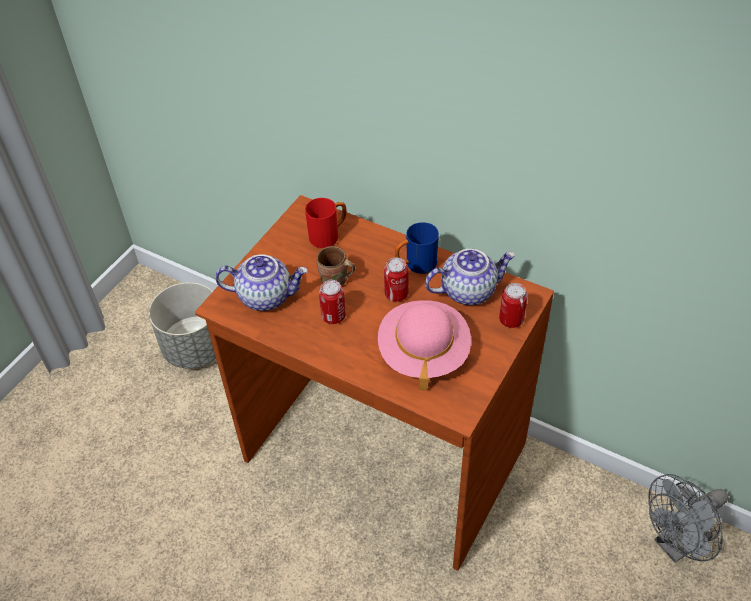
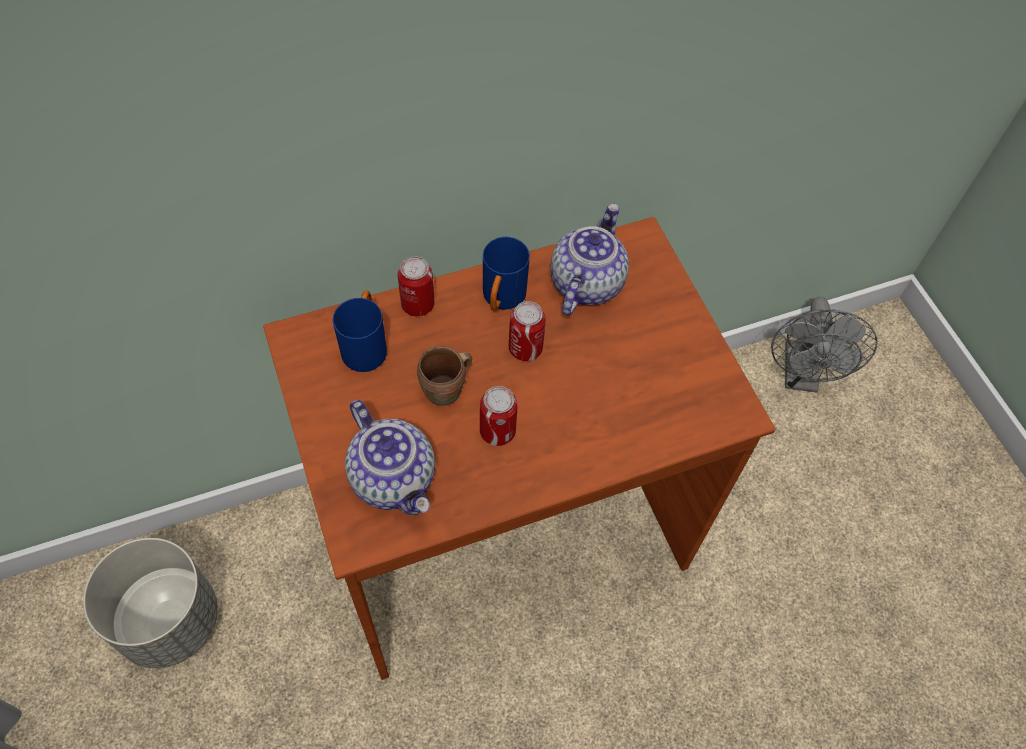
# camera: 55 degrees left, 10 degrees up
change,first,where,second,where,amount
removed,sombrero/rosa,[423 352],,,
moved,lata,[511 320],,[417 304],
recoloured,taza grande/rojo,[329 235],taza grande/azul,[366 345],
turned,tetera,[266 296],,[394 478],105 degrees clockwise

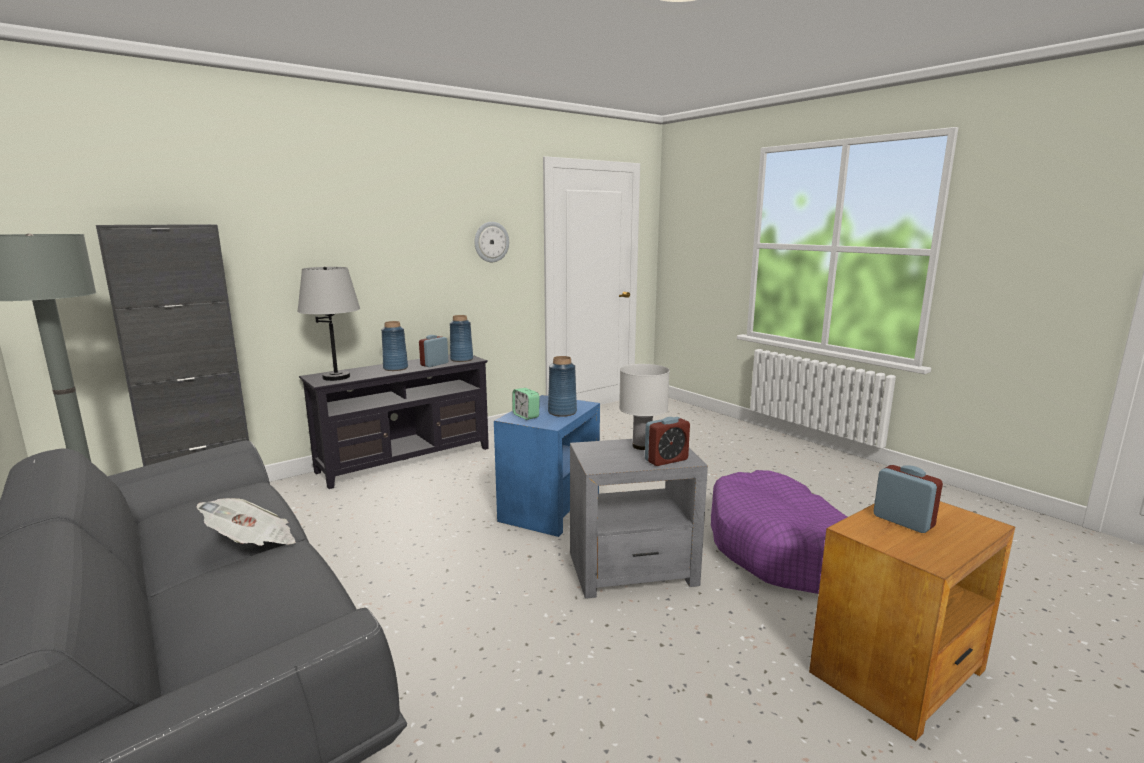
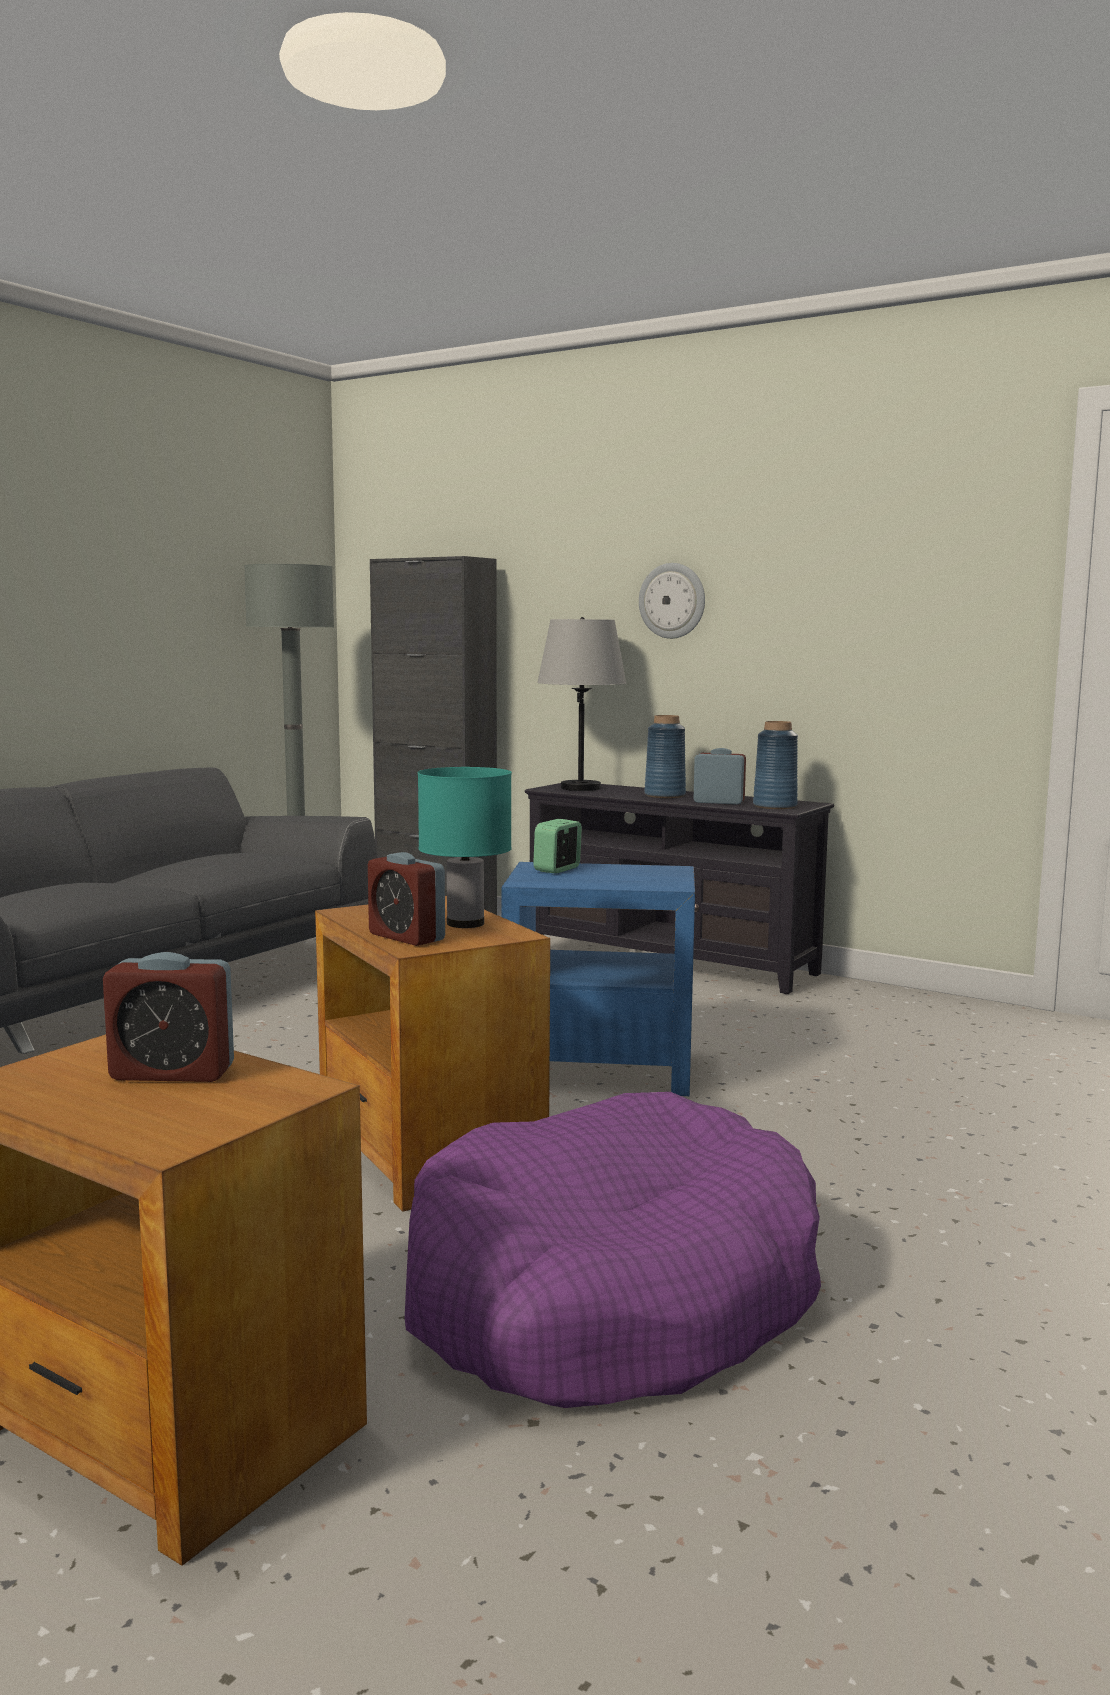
# camera: 70 degrees right, 5 degrees down
change,first,where,second,where,amount
removed,periódico,[253 543],,,
removed,florero/azul,[562 412],,,
moved,reloj de pared,[491 242],,[672 601],
recoloured,mesa auxiliar/gris,[633 569],mesa auxiliar/marrón,[429 1152],
recoloured,lámpara de mesa/blanco,[642 446],lámpara de mesa/turquesa,[465 924],
turned,despertador,[903 521],,[172 1073],60 degrees clockwise

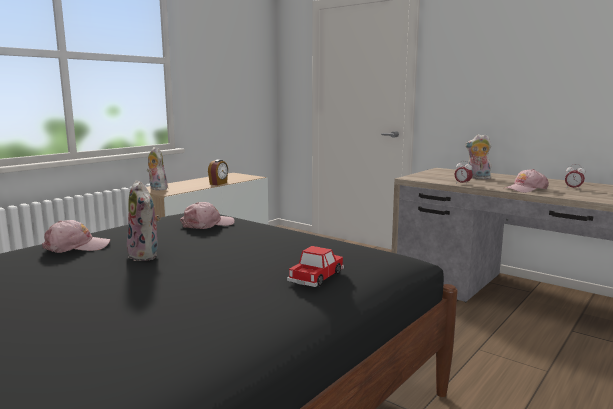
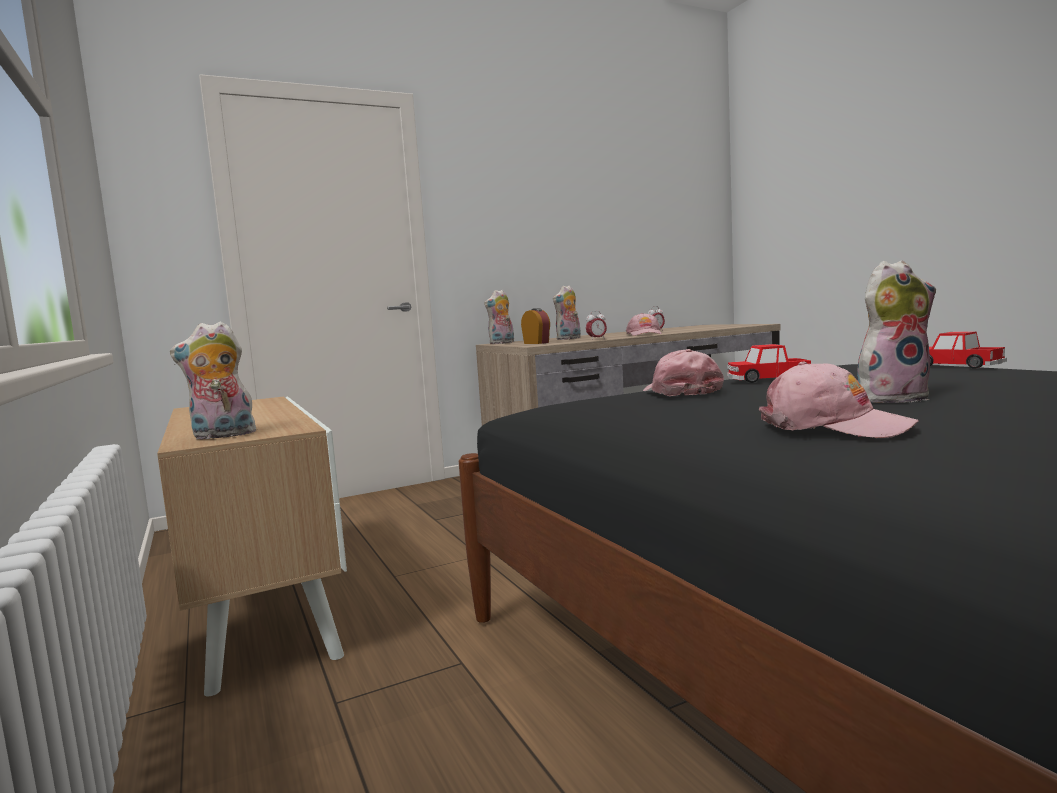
# camera: 65 degrees left, 5 degrees down
change,first,where,second,where,amount
added,,,peluche,[502 343],
added,,,coche de juguete,[768 379],
moved,despertador,[218 183],,[537 343],
turned,gorra/rosa,[76 246],,[833 426],120 degrees clockwise

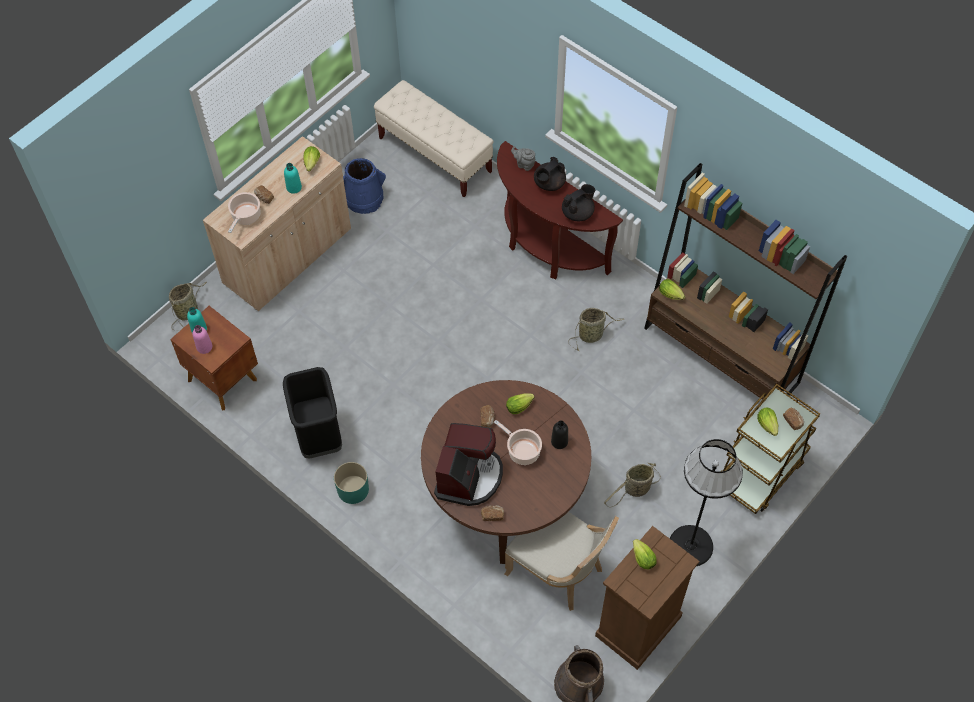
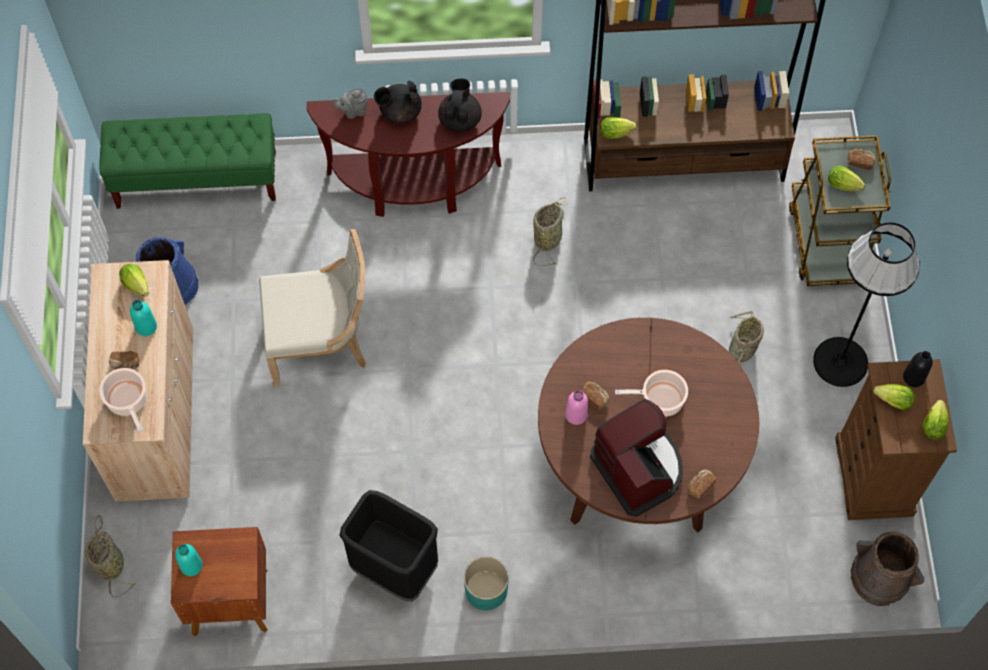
# camera: 45 degrees left, 5 degrees up
change,first,where,second,where,amount
moved,botella/rosa,[204 347],,[576 415],
moved,silla/beis,[559 571],,[321 342],
moved,lechuga,[520 406],,[934 423],
moved,botella/negro,[559 442],,[914 377],
recoloured,banco/beis,[435 155],banco/verde,[197 180],
turned,tetera/negro,[549 184],,[399 112],75 degrees clockwise

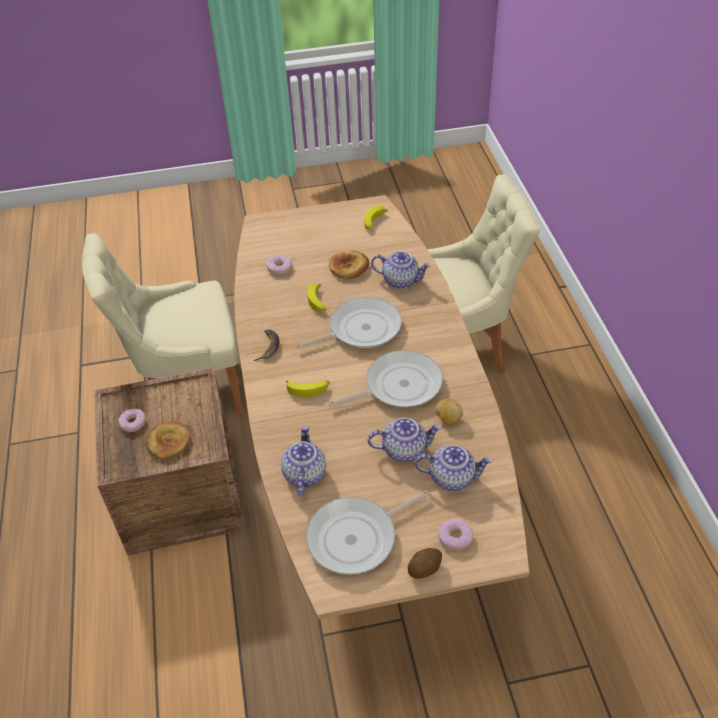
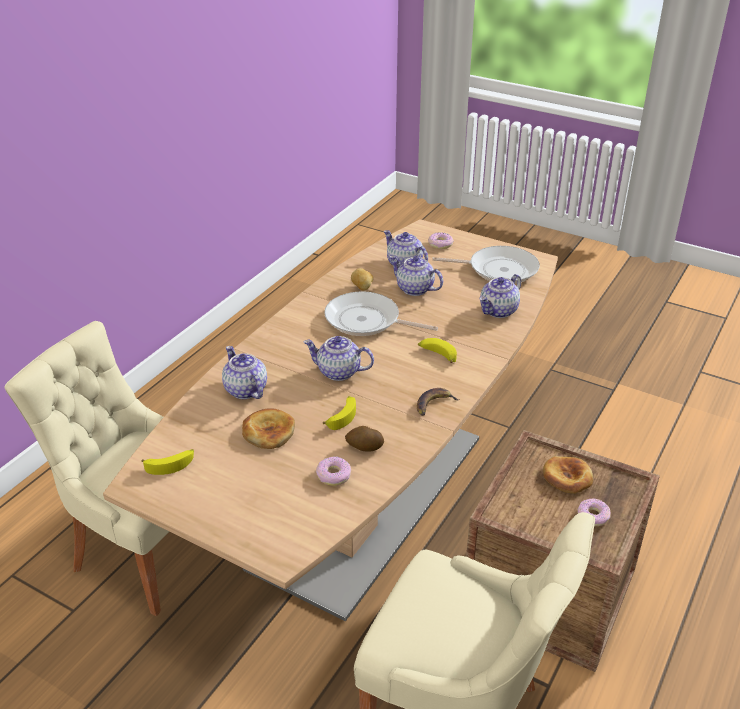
# camera: 140 degrees left, 10 degrees down
change,first,where,second,where,amount
moved,patata,[424 568],,[364 447],
replaced,sartén,[360 329],tetera,[338 372],

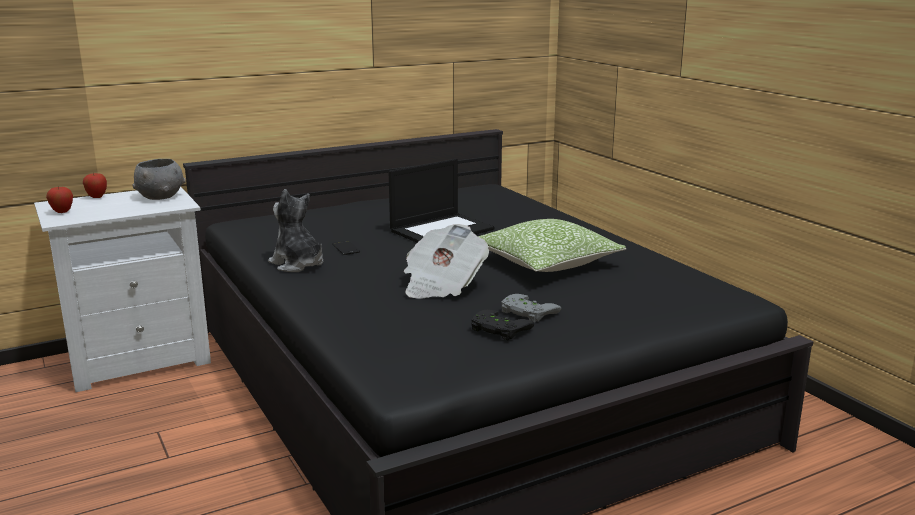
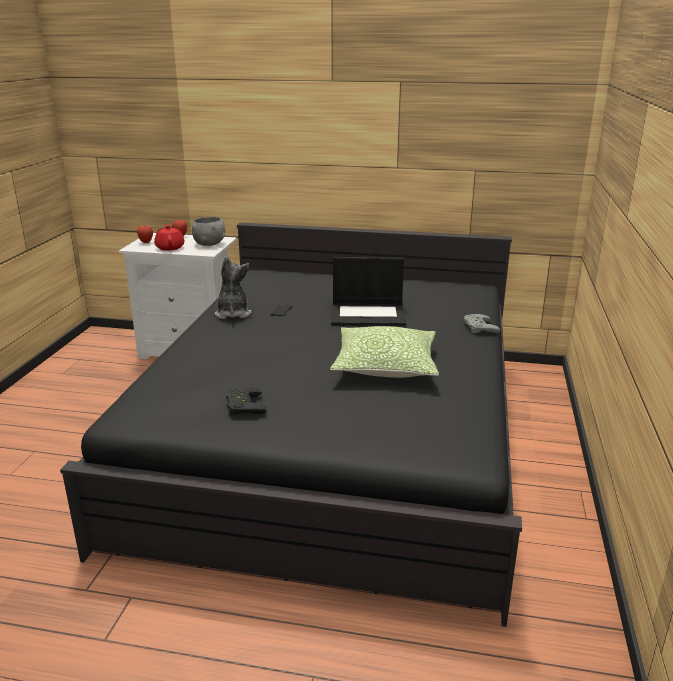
# camera: 40 degrees right, 5 degrees up
change,first,where,second,where,amount
removed,periódico,[442 285],,,
added,,,tetera/rojo,[170 247],
moved,mando de consola/gris,[526 312],,[477 327],

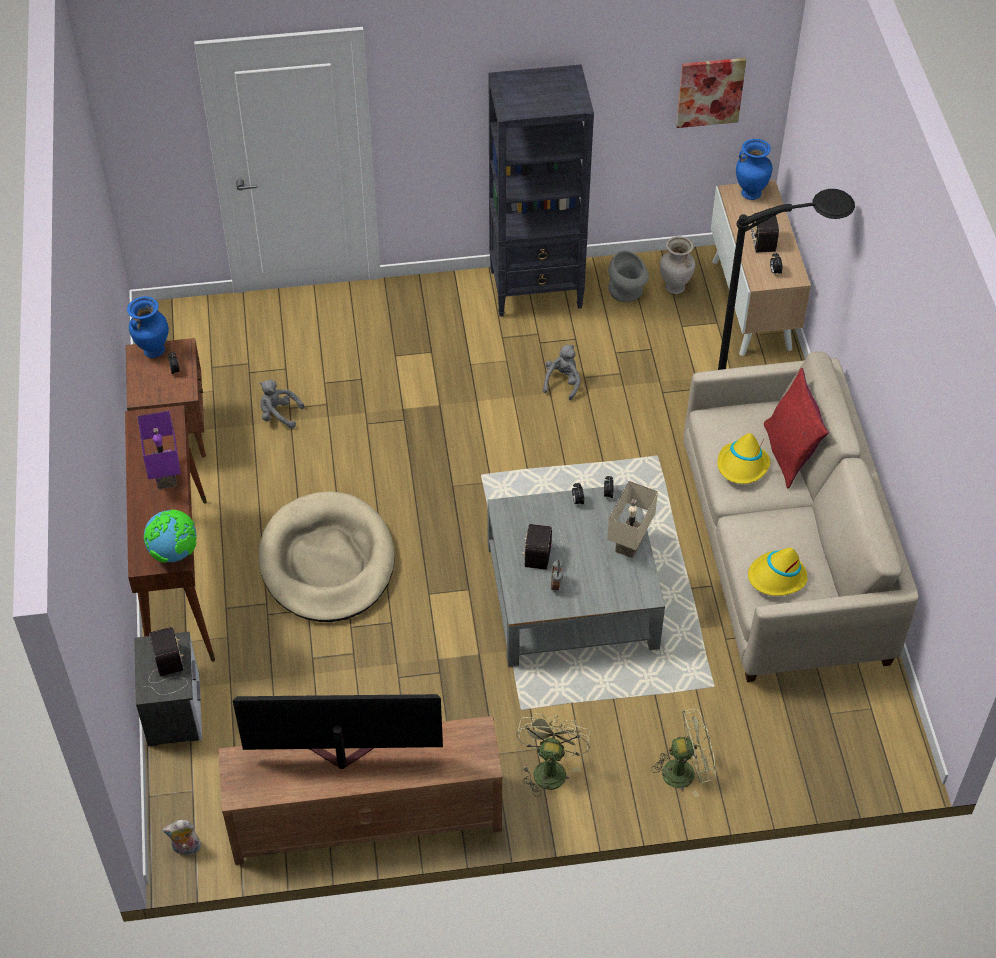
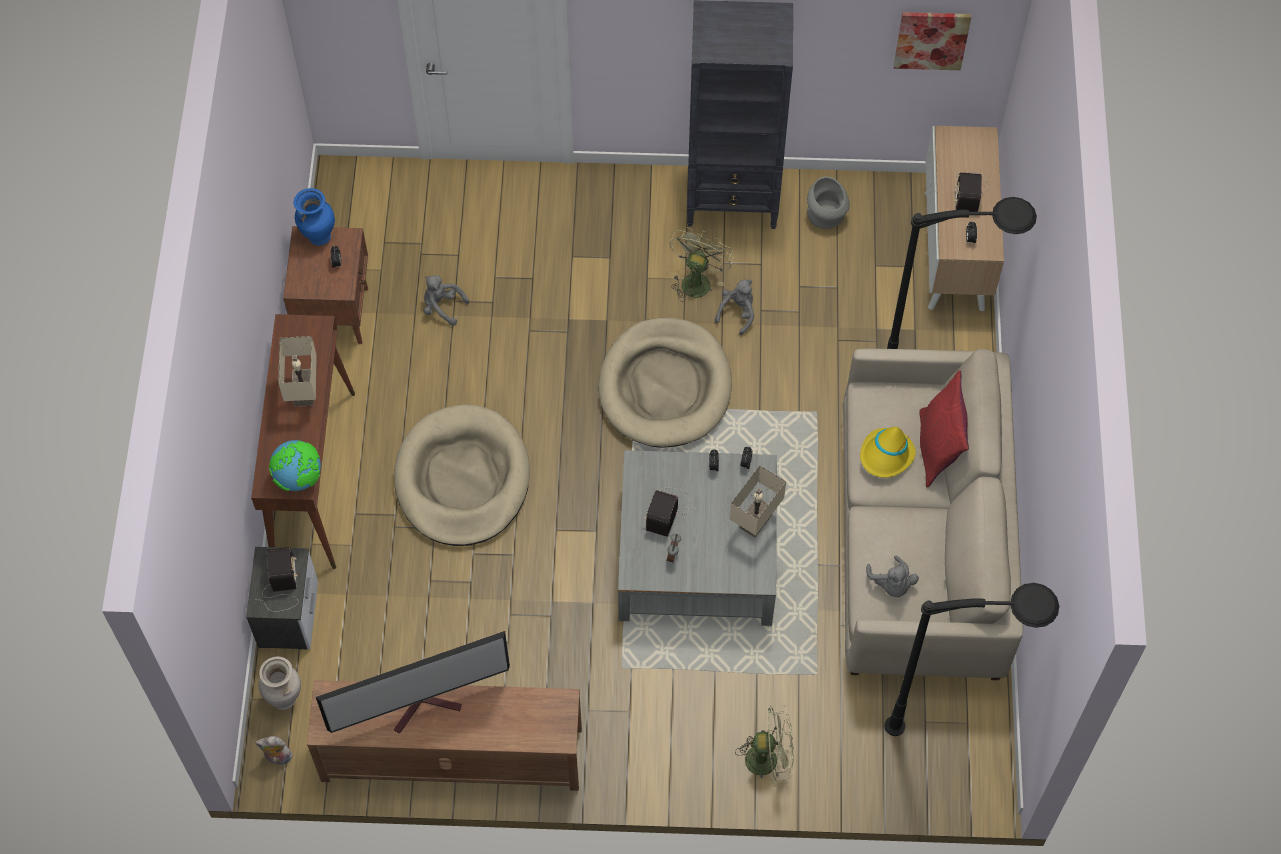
# camera: 10 degrees right, 10 degrees up
change,first,where,second,where,amount
removed,florero/azul,[750 193],,,
added,,,cama para perro/beis,[665 386],
added,,,lámpara de pie/negro,[960 728],
moved,ventilador/verde,[549 768],,[697 279],
moved,florero/beis,[675 287],,[285 698],
replaced,sombrero/amarillo,[776 577],peluche/gris,[891 584],
recoloured,lámpara de mesa/morado,[164 475],lámpara de mesa/beis,[302 392],
turned,televisor,[339 756],,[426 707],150 degrees clockwise

